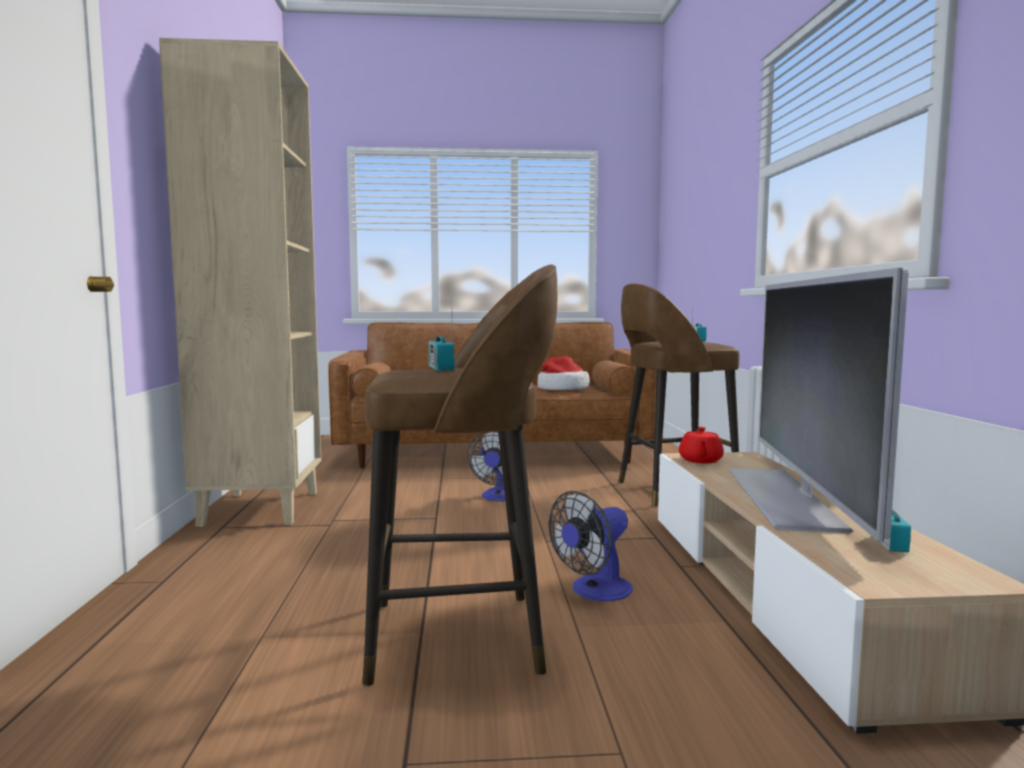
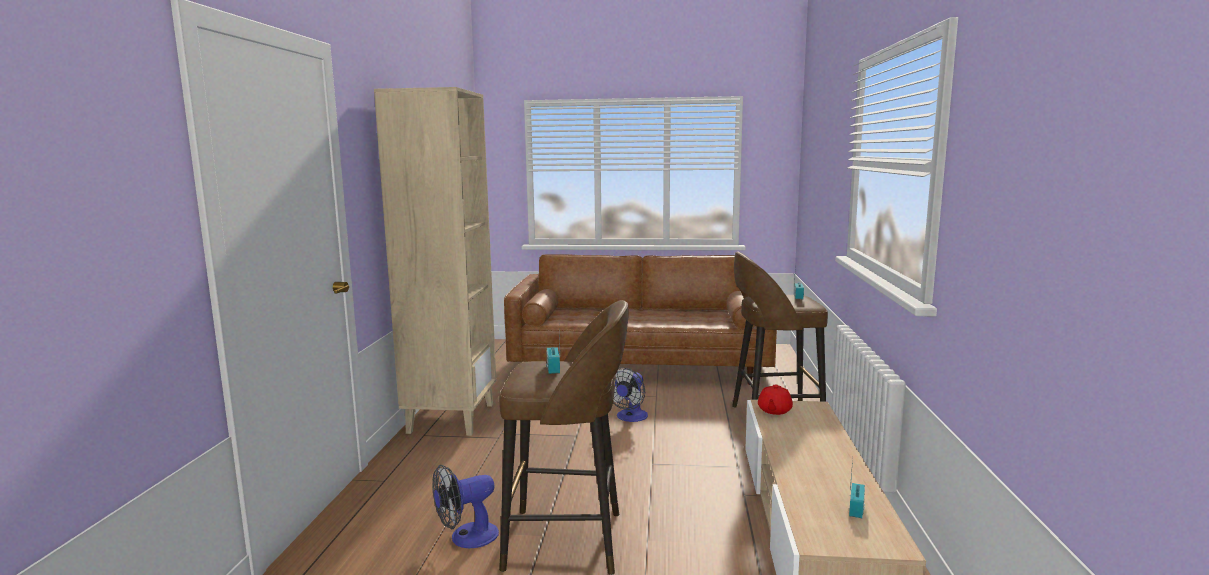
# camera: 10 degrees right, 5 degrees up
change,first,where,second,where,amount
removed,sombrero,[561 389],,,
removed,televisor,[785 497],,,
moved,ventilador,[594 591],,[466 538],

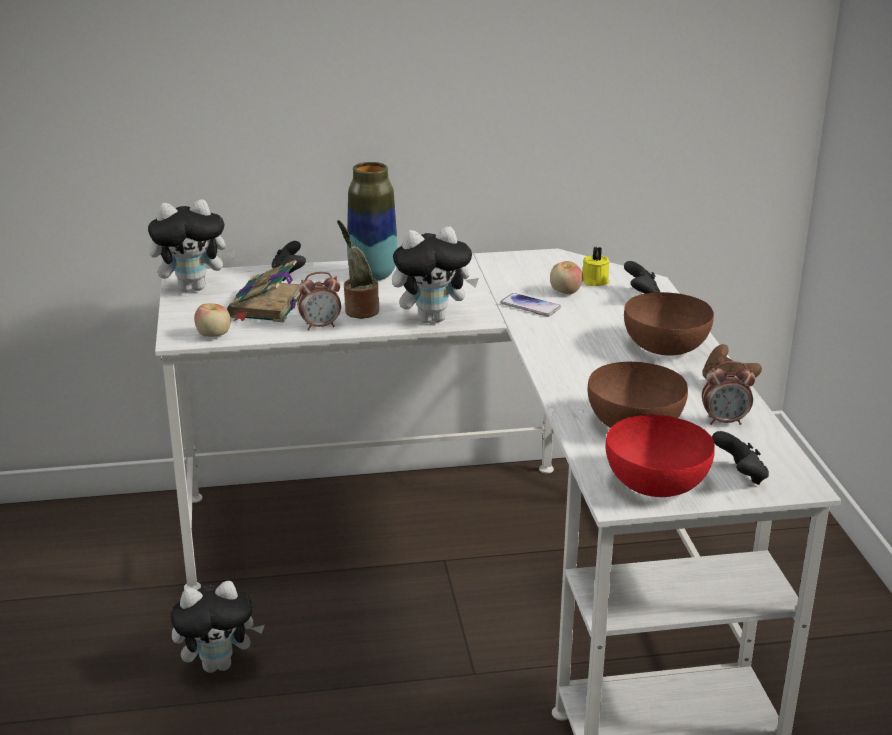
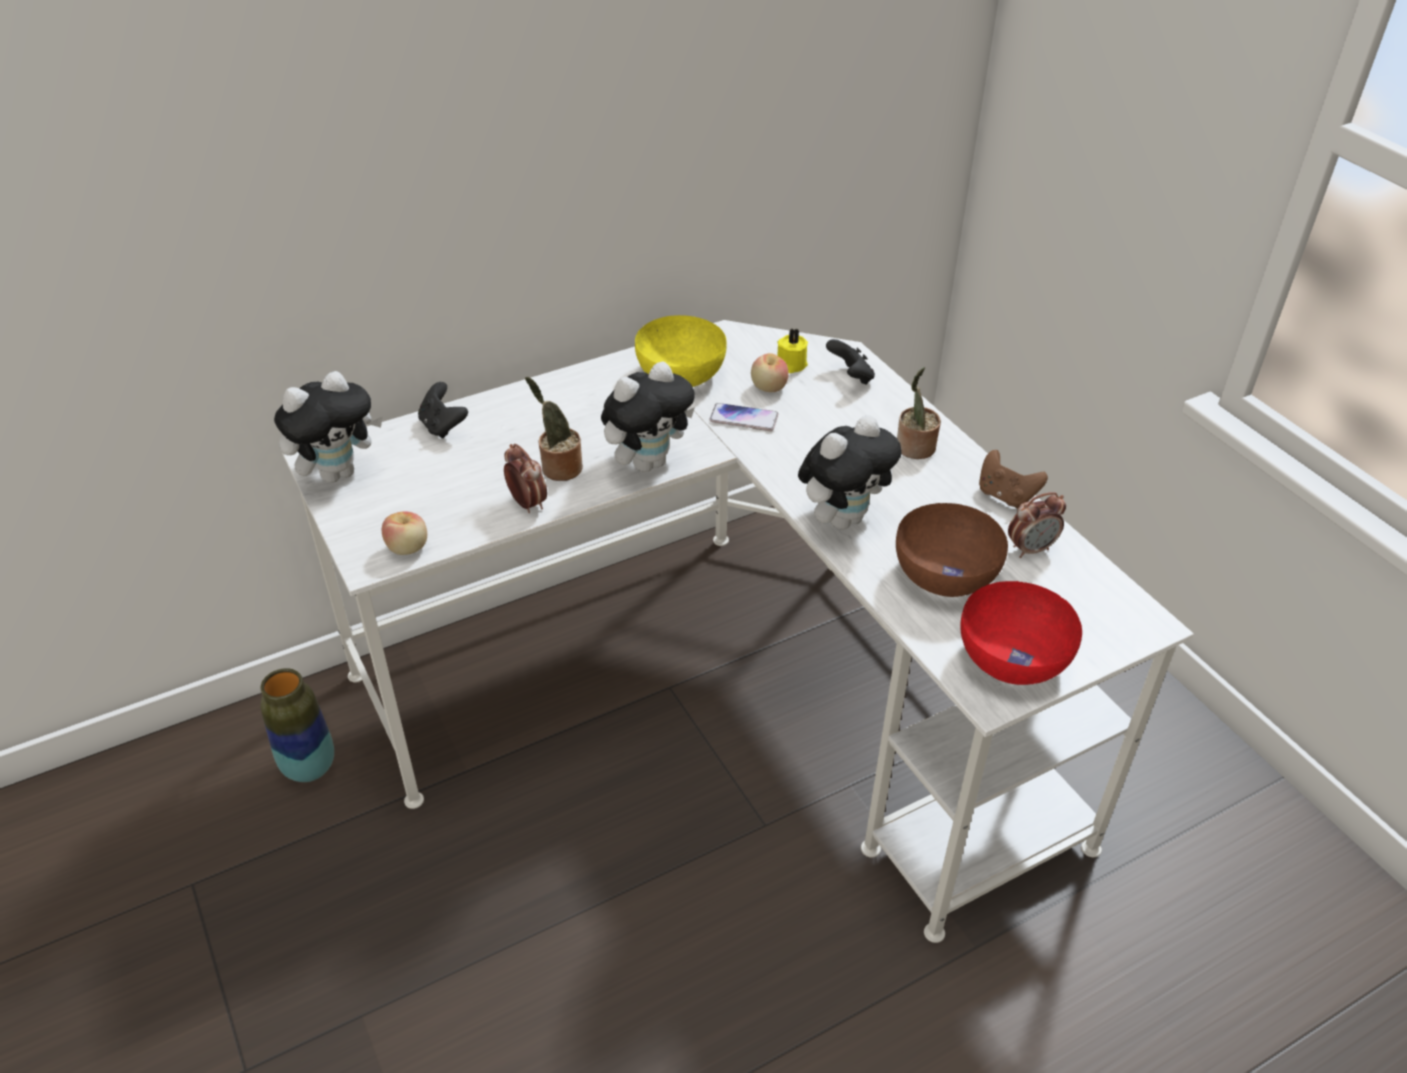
# camera: 20 degrees left, 15 degrees up
change,first,where,second,where,amount
removed,libro,[265 307],,,
removed,mando de consola/negro,[740 476],,,
added,,,cuenco/amarillo,[681 374],
moved,peluche,[219 664],,[843 518],
moved,florero,[373 275],,[309 767],
replaced,cuenco/marrón,[665 345],planta en maceta,[914 448],
turned,despertador,[320 326],,[527 503],90 degrees counterclockwise

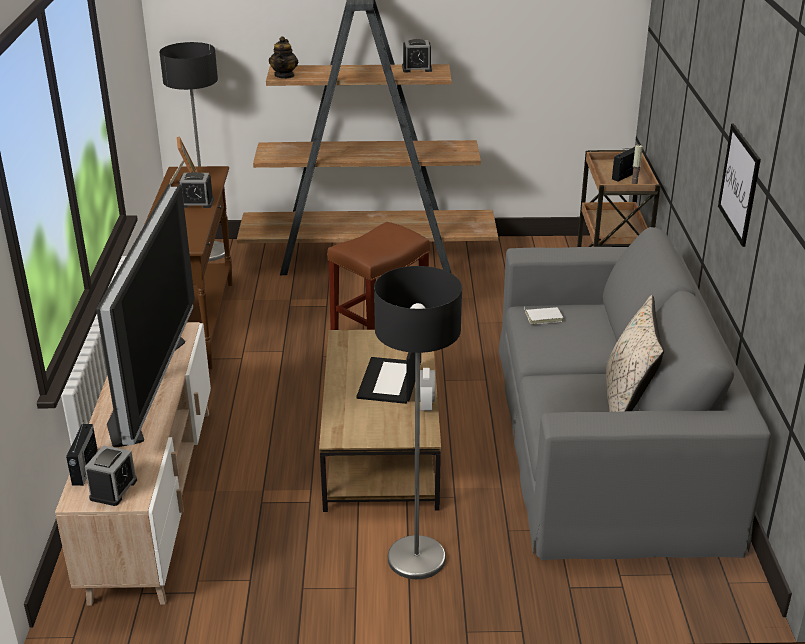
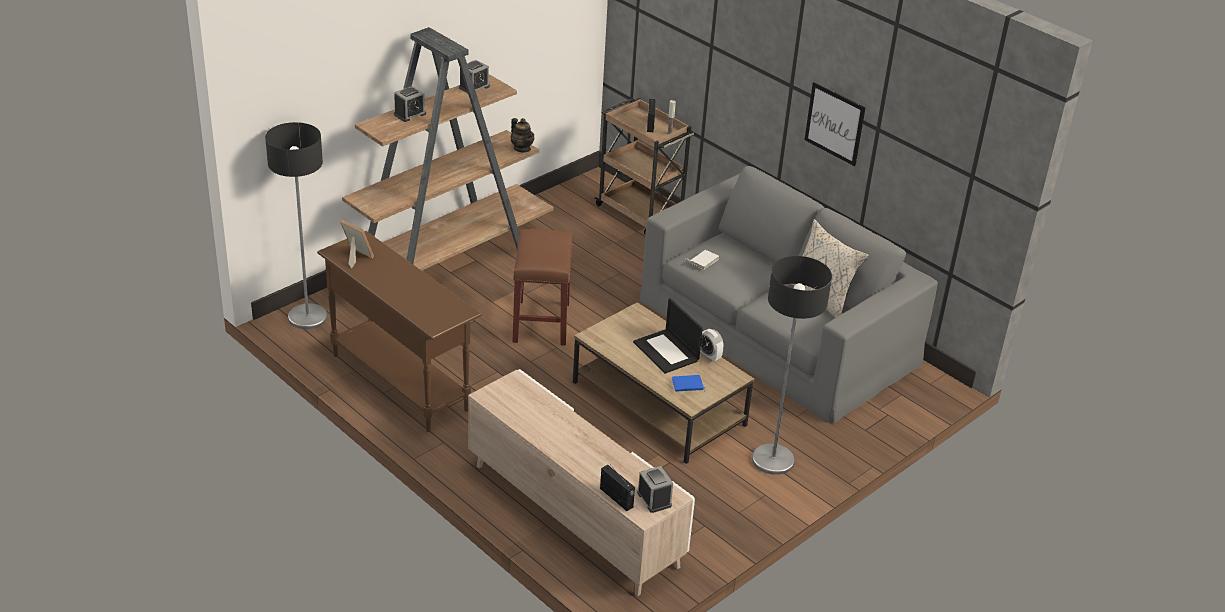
# camera: 45 degrees left, 5 degrees up
change,first,where,second,where,amount
removed,televisor,[149 387],,,
added,,,libro/azul,[687 385],
moved,despertador,[197 203],,[410 114],
moved,tetera,[284 75],,[522 148],

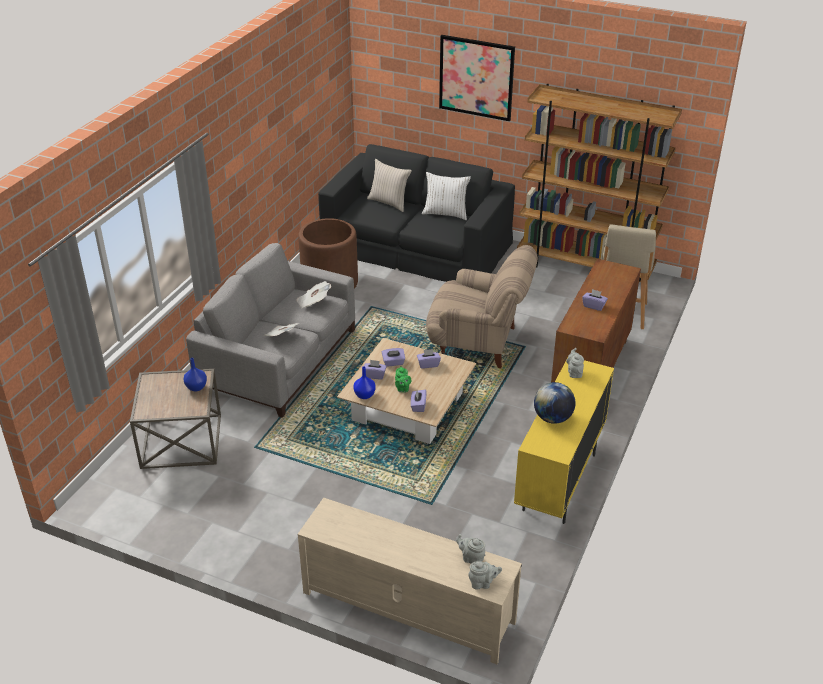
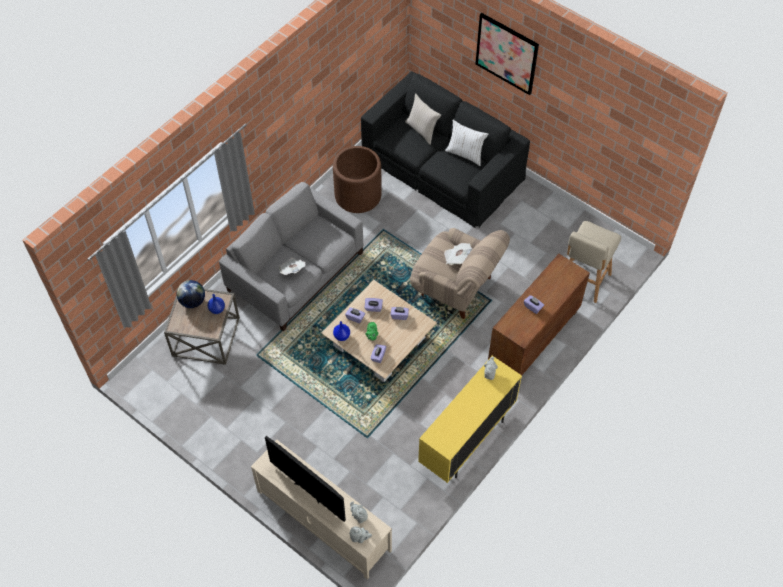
# camera: 15 degrees right, 20 degrees up
change,first,where,second,where,amount
removed,estantería/marrón,[585 268],,,
added,,,televisor,[309 491],
moved,periódico,[313 302],,[457 258],
moved,globo terráqueo,[552 418],,[192 301],

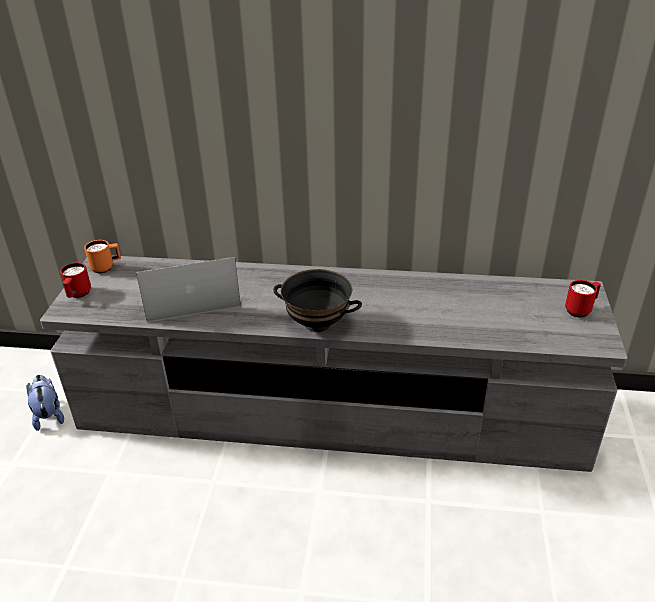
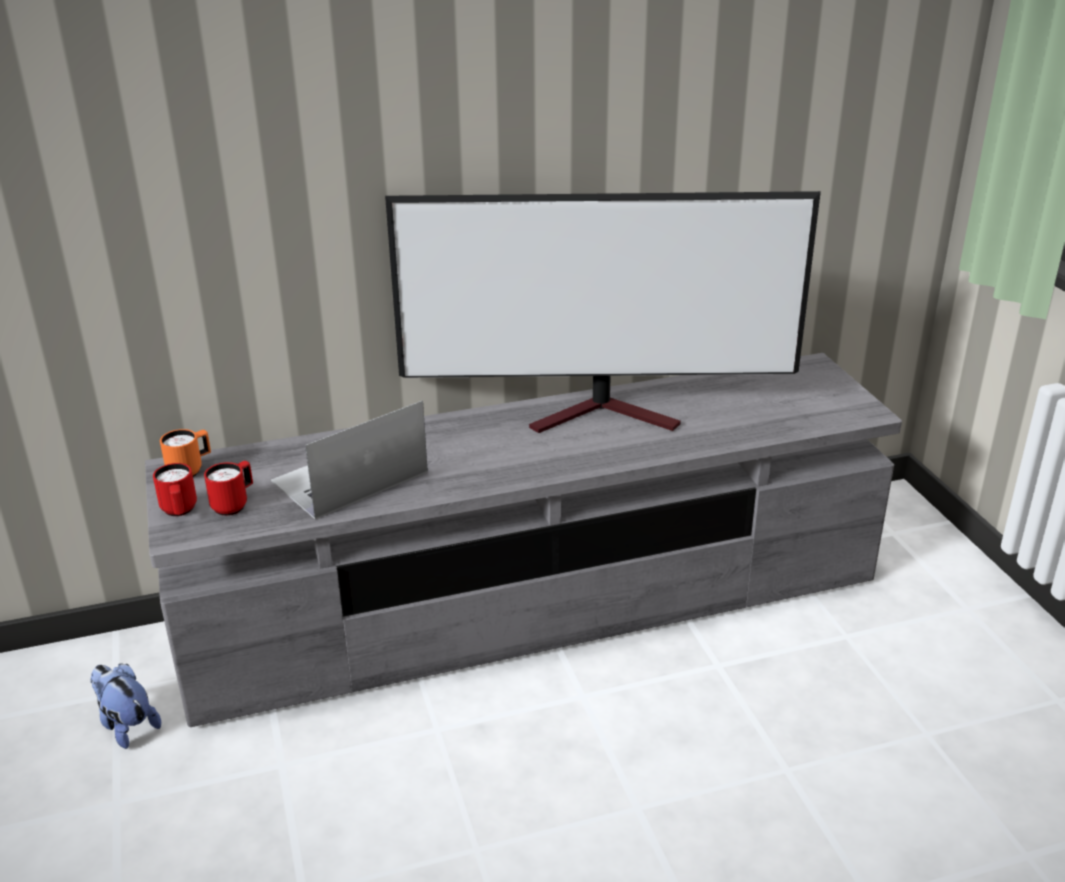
# camera: 25 degrees left, 5 degrees down
change,first,where,second,where,amount
removed,cuenco/negro,[318 323],,,
added,,,televisor,[607 415],
moved,taza grande/rojo,[580 310],,[234 505],

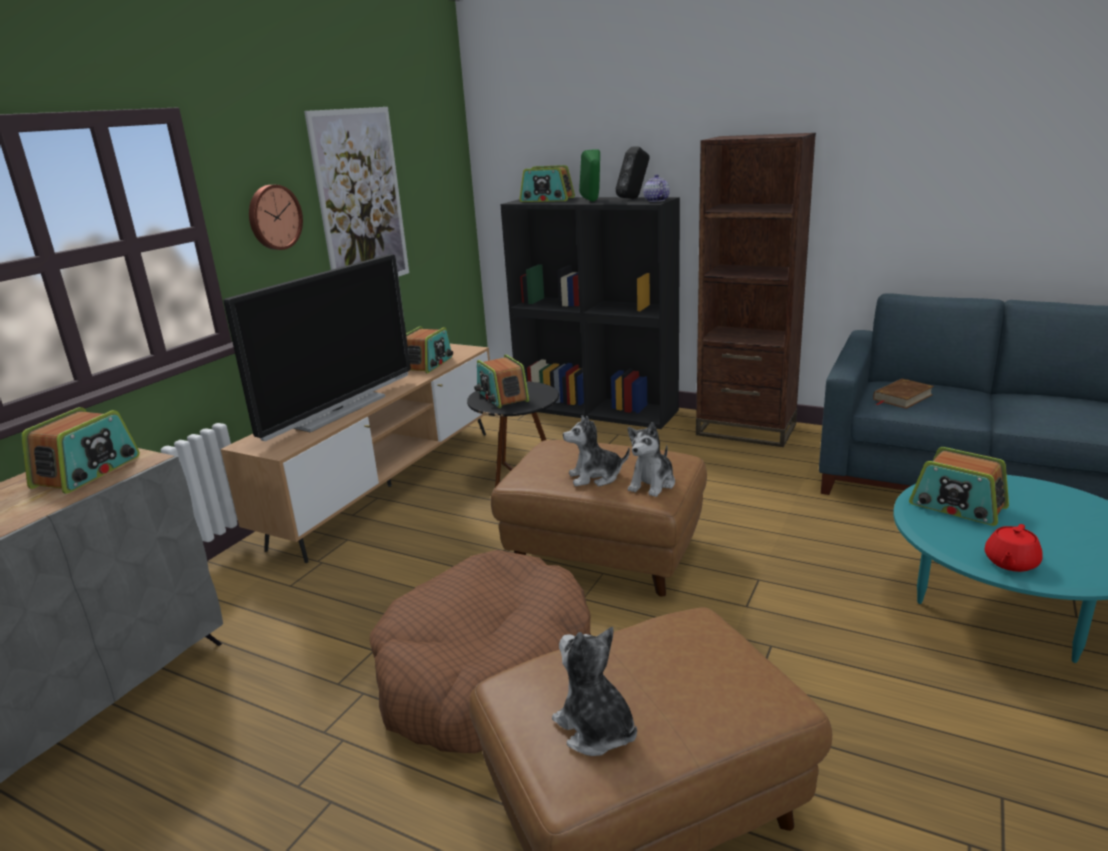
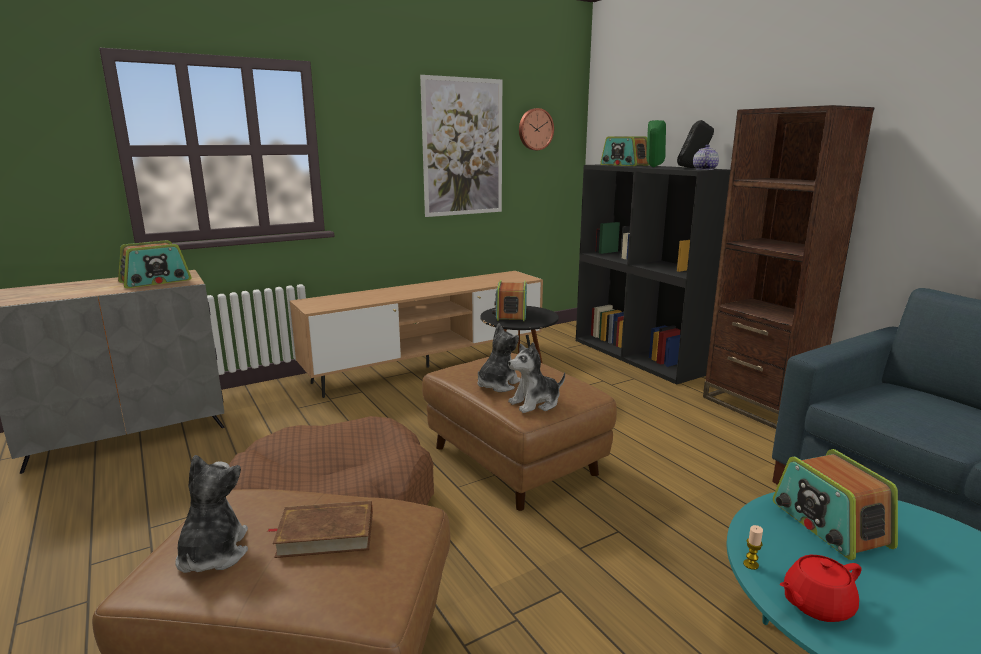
# camera: 30 degrees right, 5 degrees down
change,first,where,second,where,amount
removed,televisor,[338 411],,,
removed,radio,[428 364],,,
added,,,vela,[750 564],
moved,reloj de pared,[273 217],,[535 129],
moved,libro/marrón,[902 397],,[325 534],
turned,peluche,[595 477],,[497 385],105 degrees clockwise

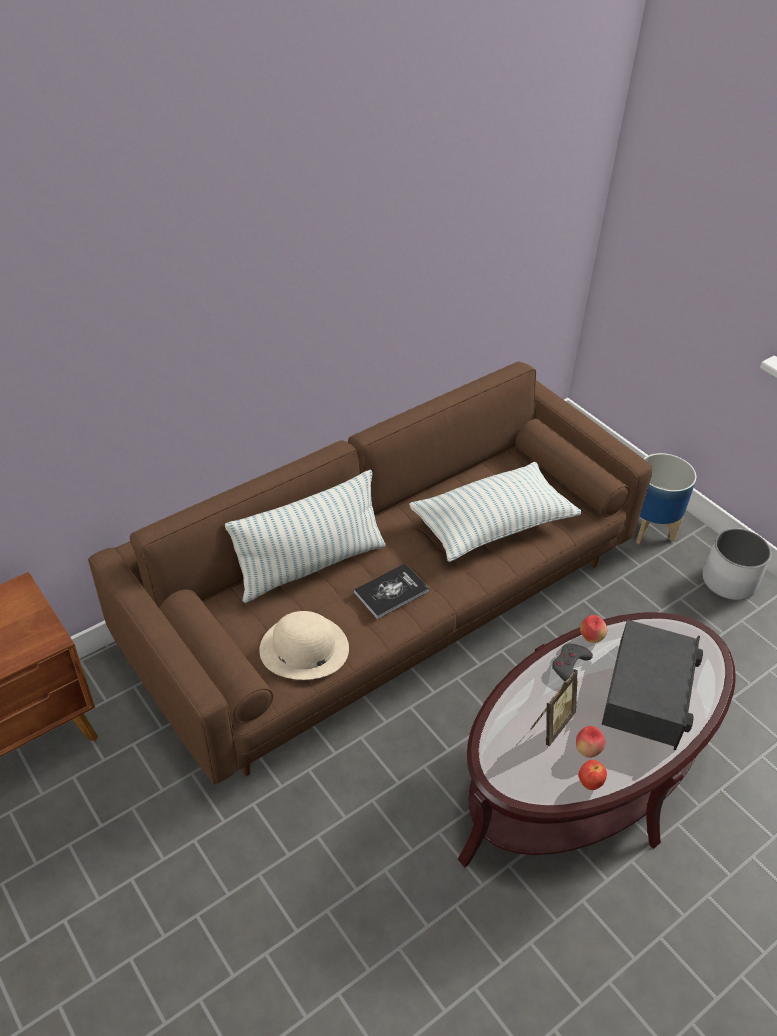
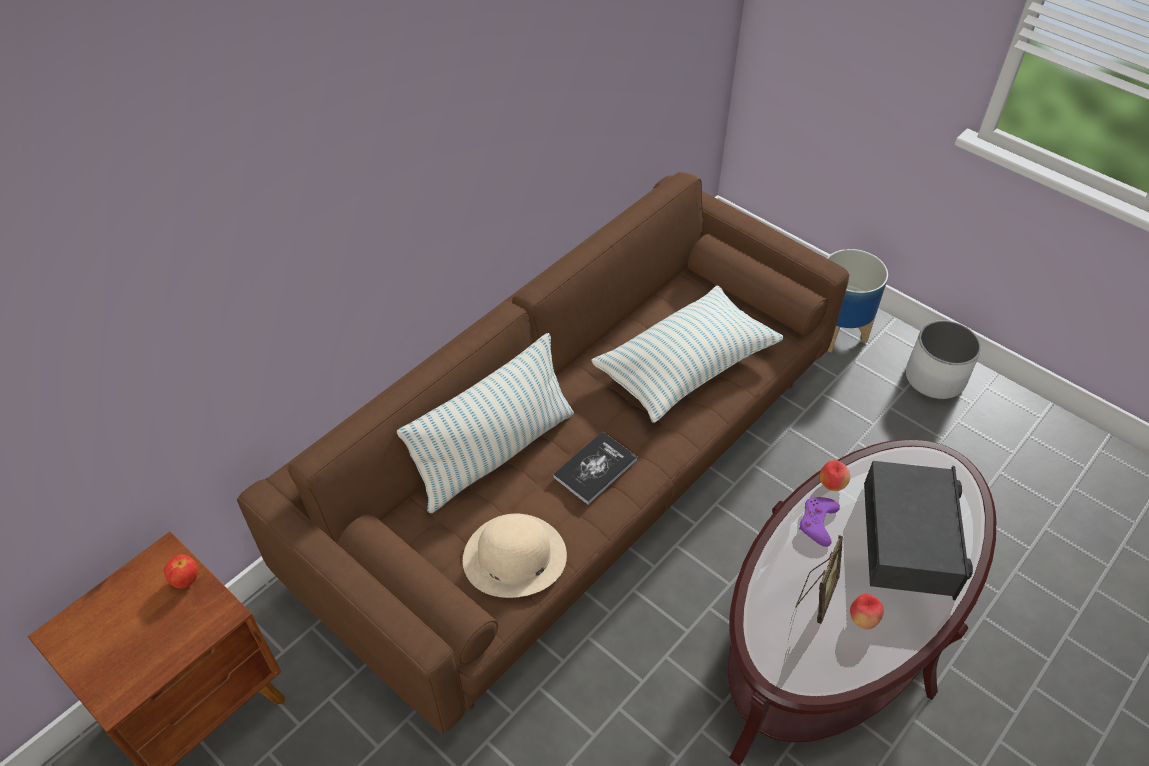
# camera: 10 degrees left, 5 degrees up
change,first,where,second,where,amount
moved,manzana,[589 782],,[186 580],
recoloured,mando de consola/gris,[570 666],mando de consola/morado,[817 523],

